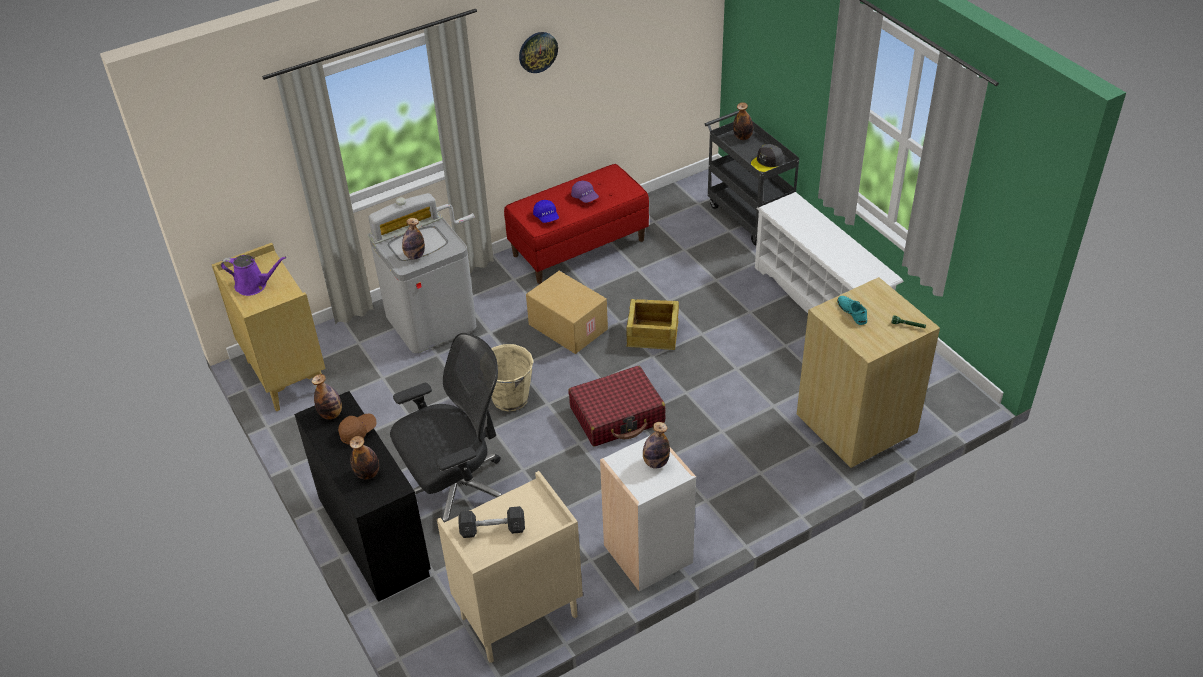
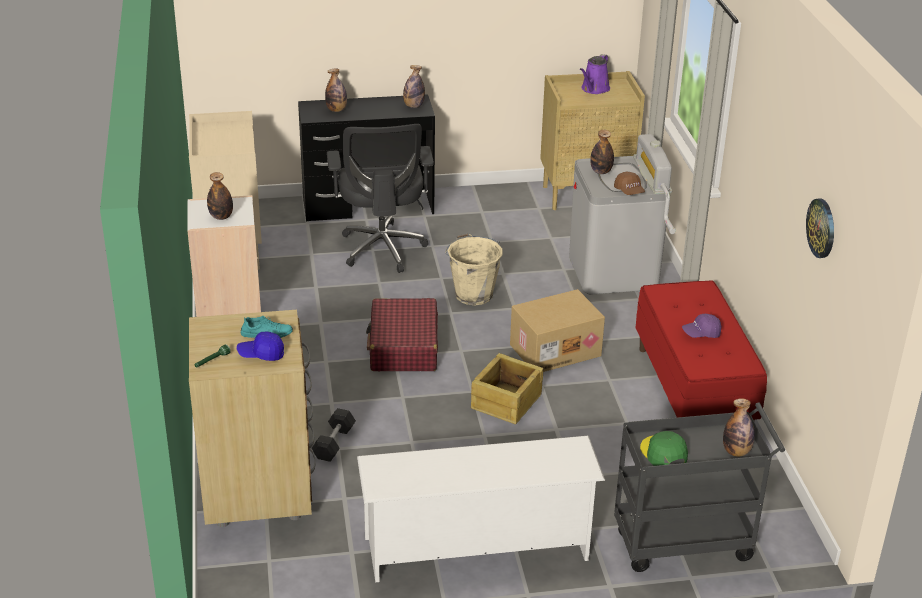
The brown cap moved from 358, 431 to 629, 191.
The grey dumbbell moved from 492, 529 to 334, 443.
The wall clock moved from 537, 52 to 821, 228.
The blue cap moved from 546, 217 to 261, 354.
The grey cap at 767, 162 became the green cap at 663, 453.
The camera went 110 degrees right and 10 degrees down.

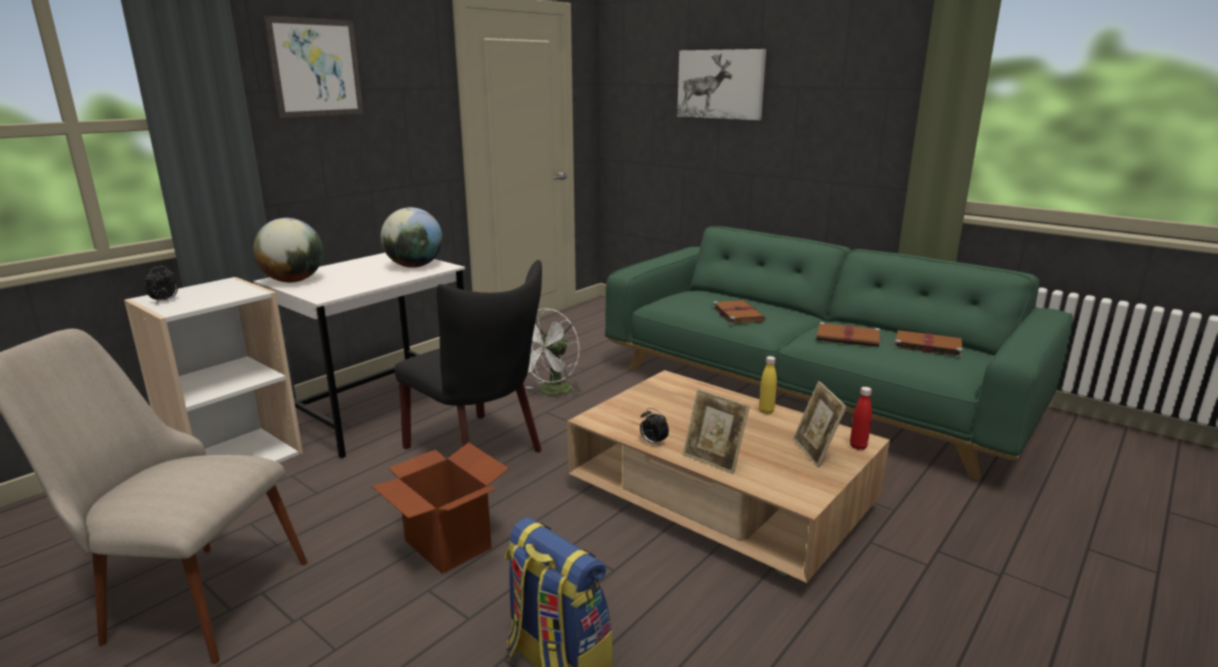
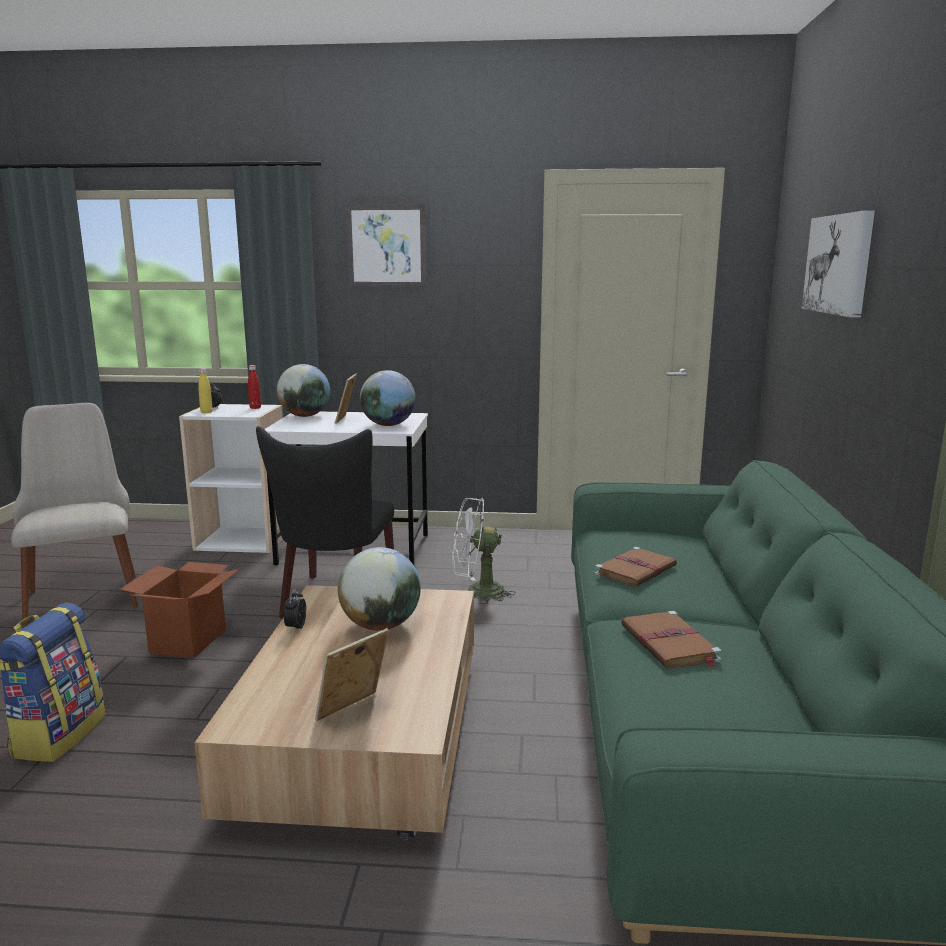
The picture frame moved from 713, 460 to 346, 420.
The yellow bottle moved from 766, 411 to 206, 412.
The red bottle moved from 858, 446 to 255, 408.
The brown book at 926, 345 disappeared.
The globe at 381, 626 appeared.
The camera went 55 degrees right and 5 degrees down.

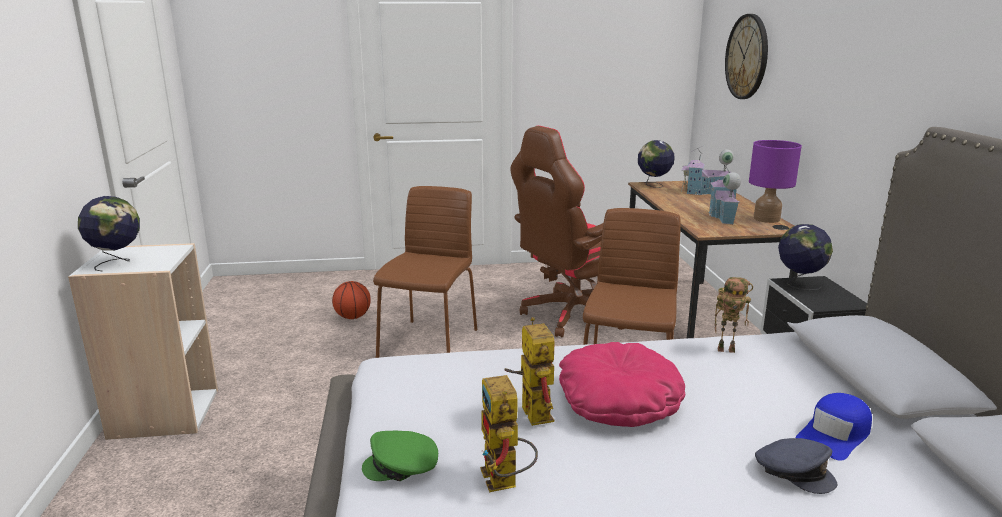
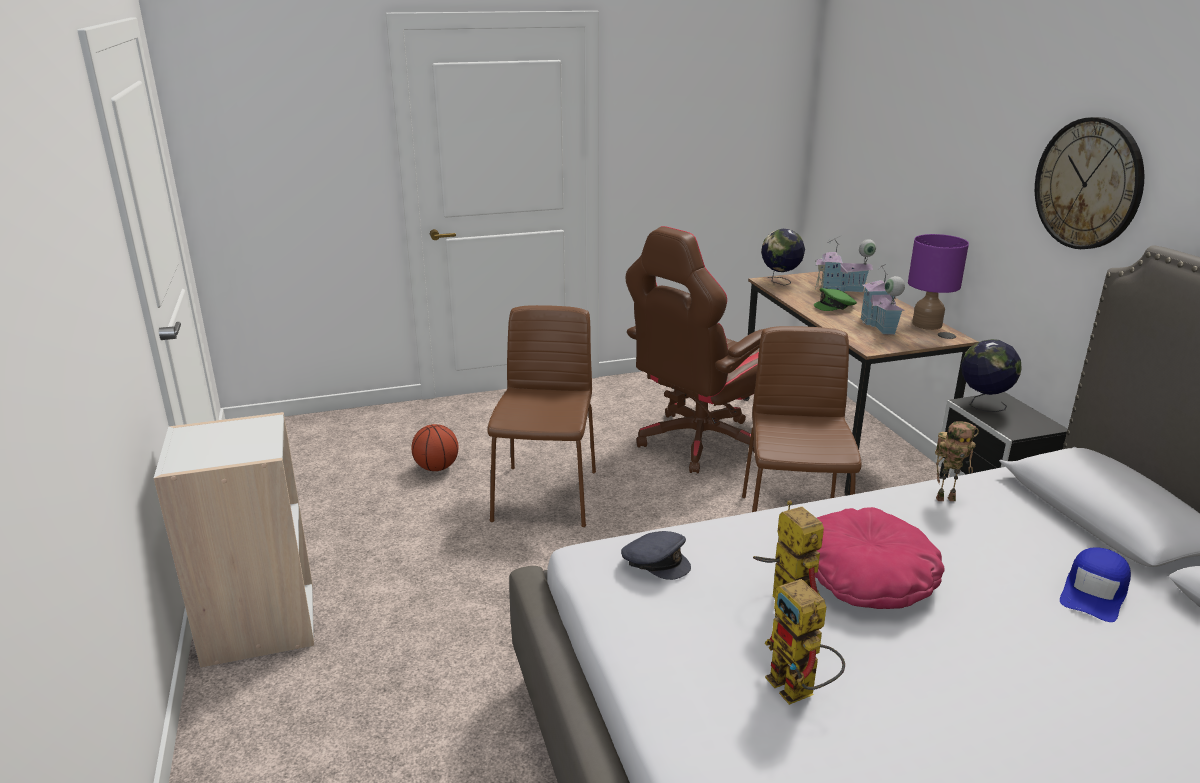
The globe at 117, 263 disappeared.
The green cap moved from 402, 466 to 835, 306.
The wall clock moved from 747, 57 to 1088, 184.
The grey cap moved from 794, 471 to 656, 561.
The camera went 10 degrees left and 5 degrees up.

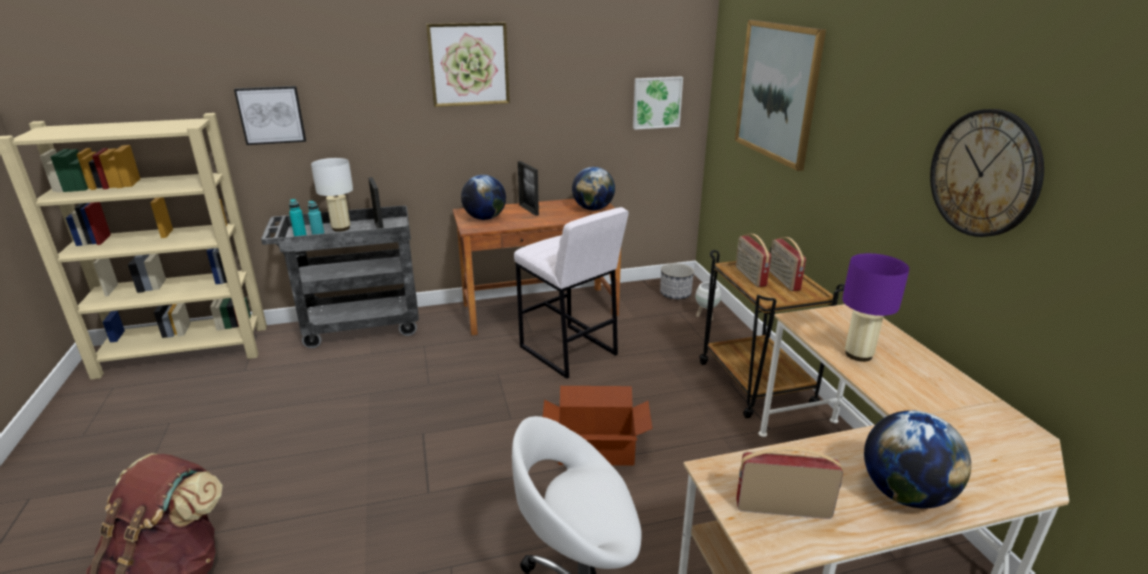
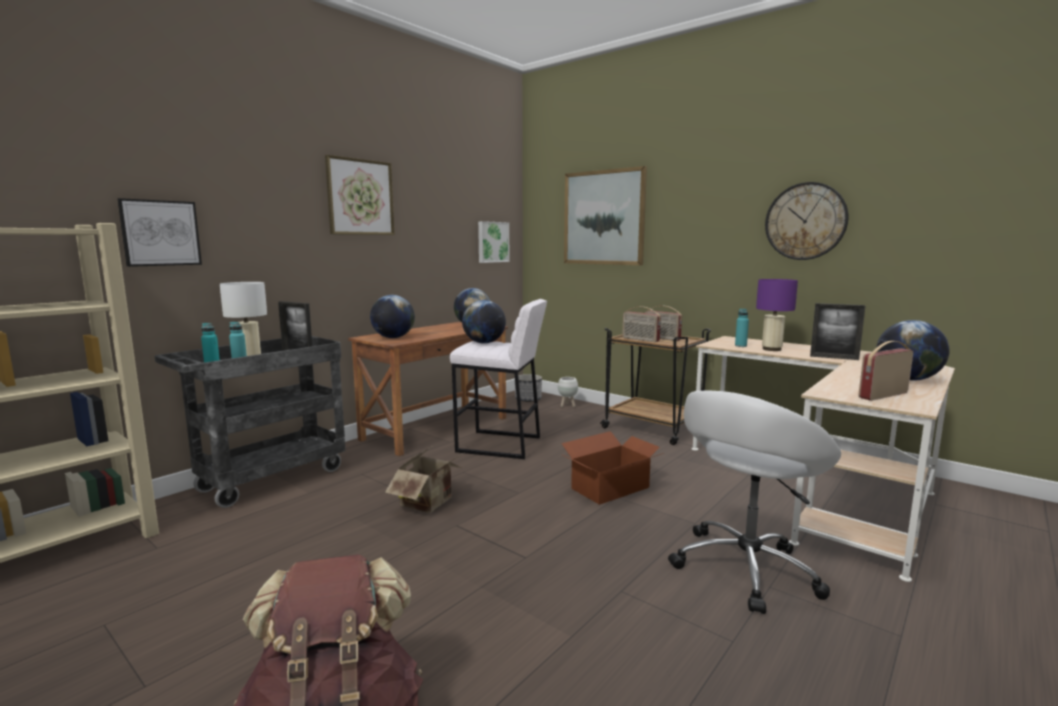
The picture frame moved from 528, 210 to 834, 357.
The cardboard box at 430, 503 appeared.
The globe at 484, 343 appeared.
The turquoise bottle at 740, 346 appeared.
The camera went 35 degrees left and 15 degrees down.

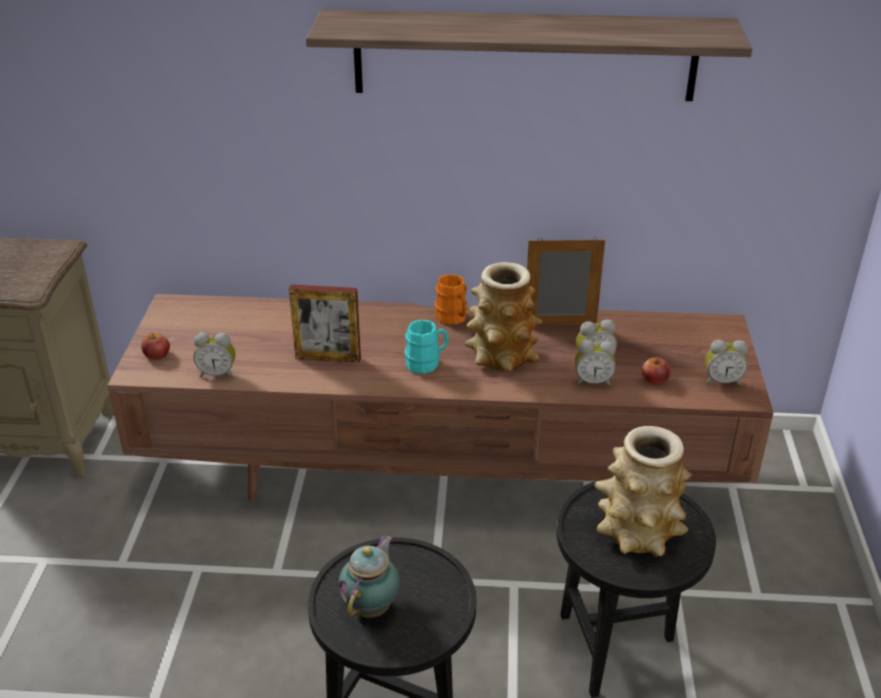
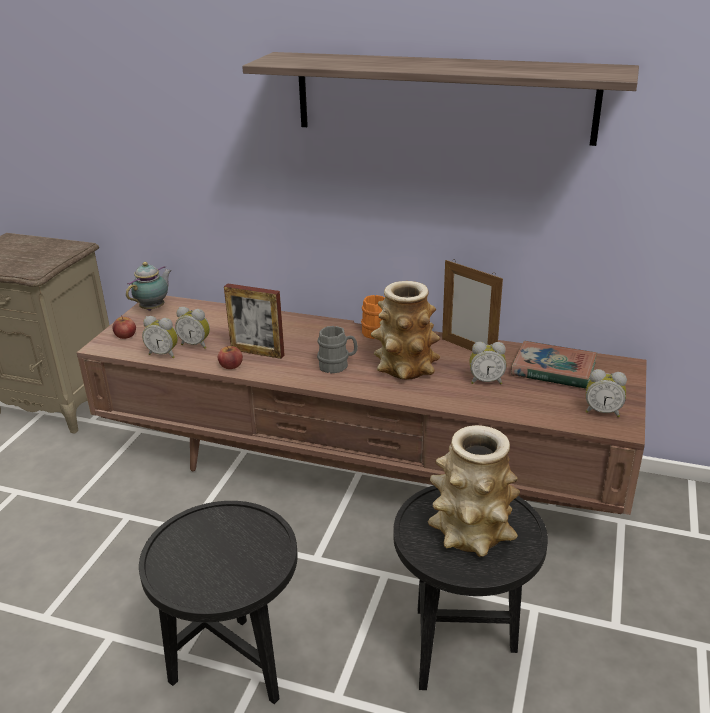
The teapot moved from 372, 605 to 154, 308.
The turquoise mug at 427, 362 became the grey mug at 337, 365.
The picture frame at 560, 325 turned 150 degrees counterclockwise.
The alarm clock moved from 593, 381 to 196, 344.
The apple moved from 654, 379 to 231, 365.
The book at 553, 370 appeared.
The camera went 15 degrees right and 5 degrees down.

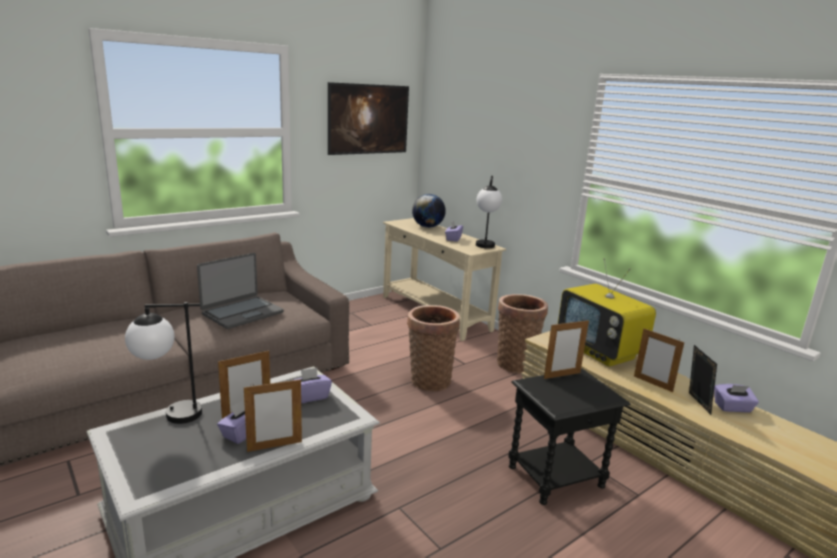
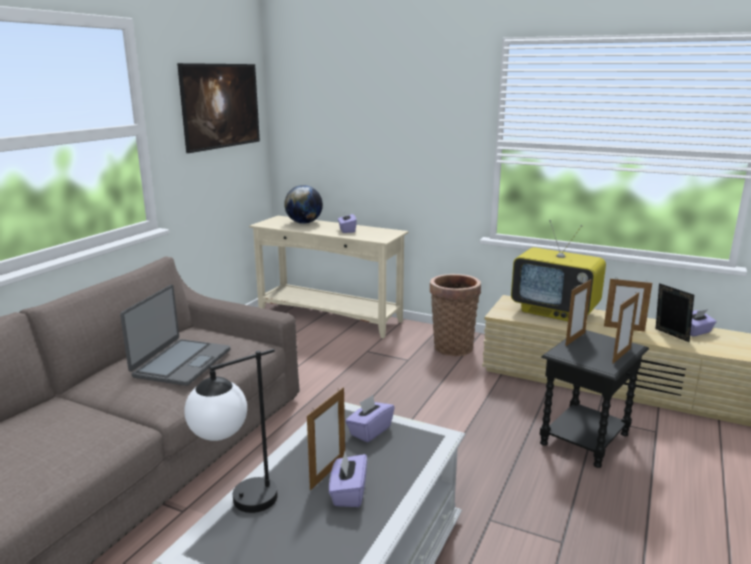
The picture frame moved from 274, 446 to 621, 355.
The basket at 429, 379 disappeared.
The table lamp at 485, 247 disappeared.
The camera went 25 degrees left and 0 degrees up.

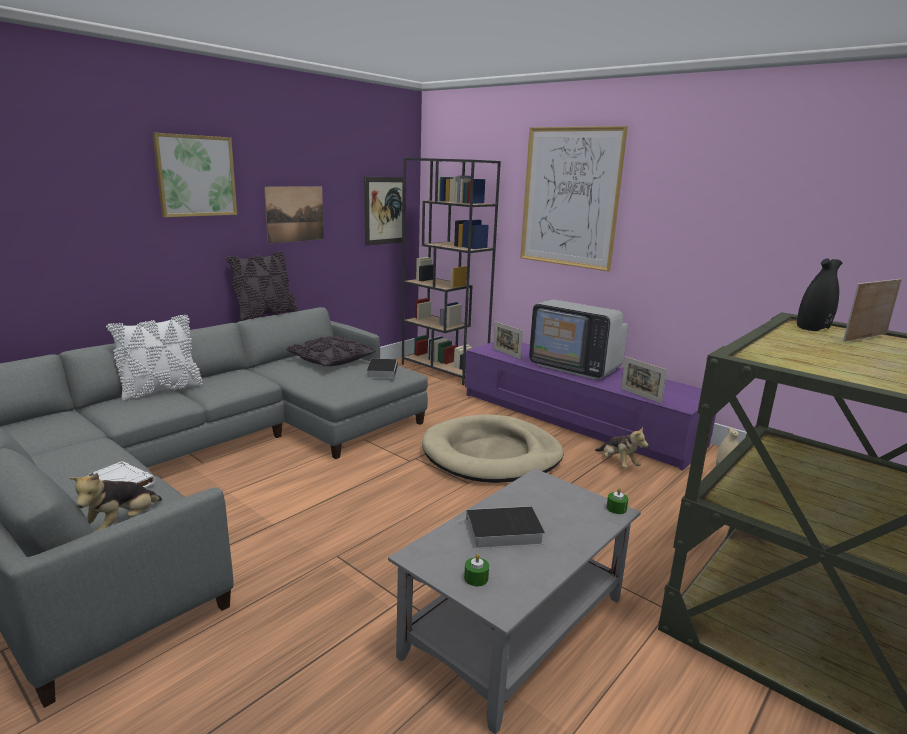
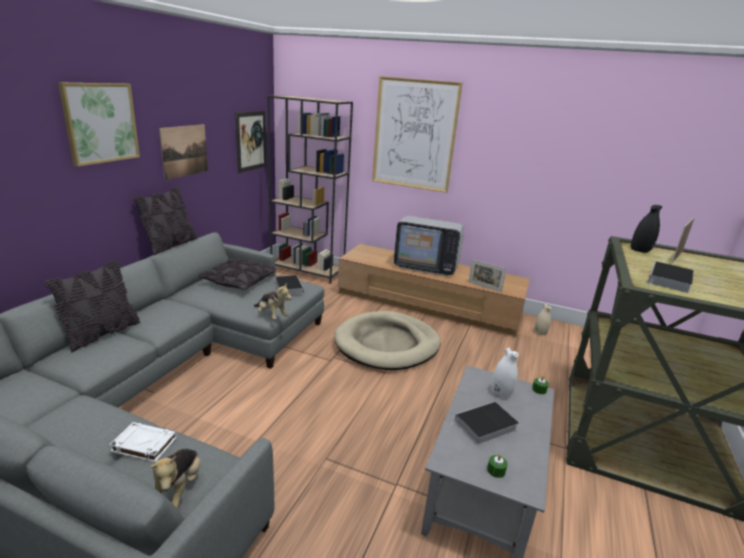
The white pillow at 161, 390 became the black pillow at 101, 333.
The purple tv stand at 577, 419 became the brown tv stand at 428, 304.
The picture frame at 506, 354 disappeared.
The plush toy moved from 618, 463 to 271, 315.
The white vase at 501, 392 appeared.
The book at 669, 281 appeared.
The camera went 20 degrees left and 5 degrees up.

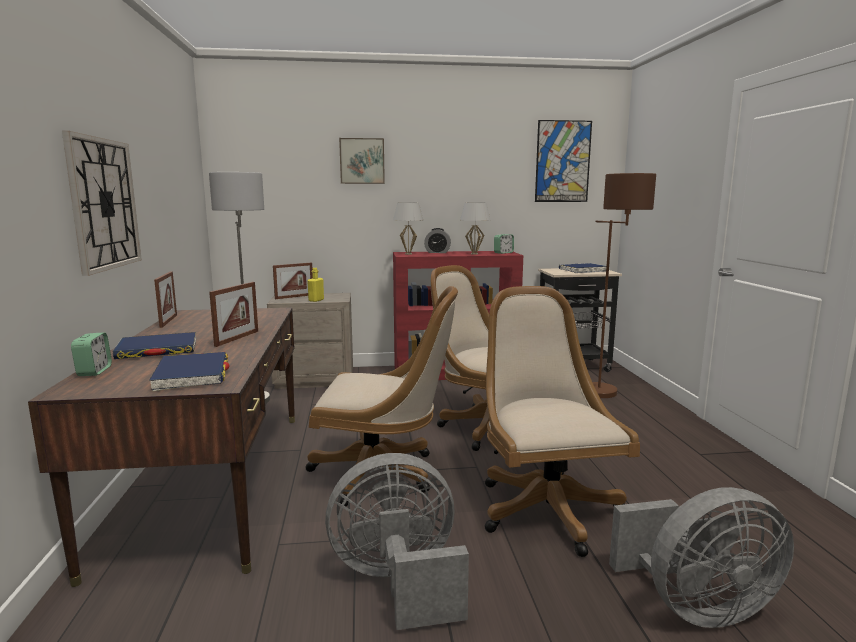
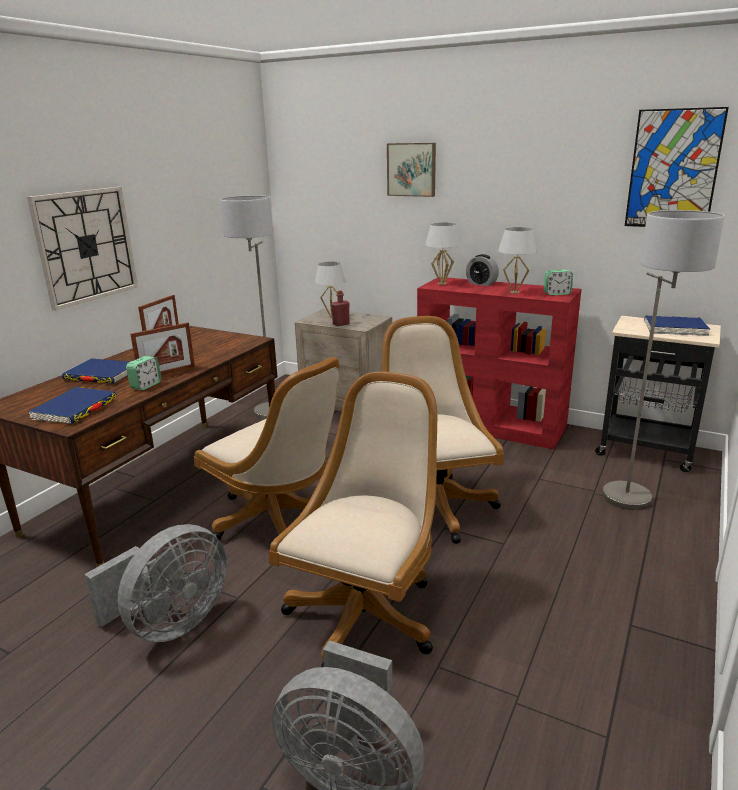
The alarm clock moved from 94, 371 to 146, 385.
The picture frame at 294, 297 was replaced by the white table lamp at 331, 315.
The yellow bottle at 316, 300 became the red bottle at 341, 324.
The grey fan at 398, 582 turned 105 degrees clockwise.
The brown floor lamp at 608, 395 became the grey floor lamp at 633, 505.
The camera went 35 degrees right and 10 degrees up.

